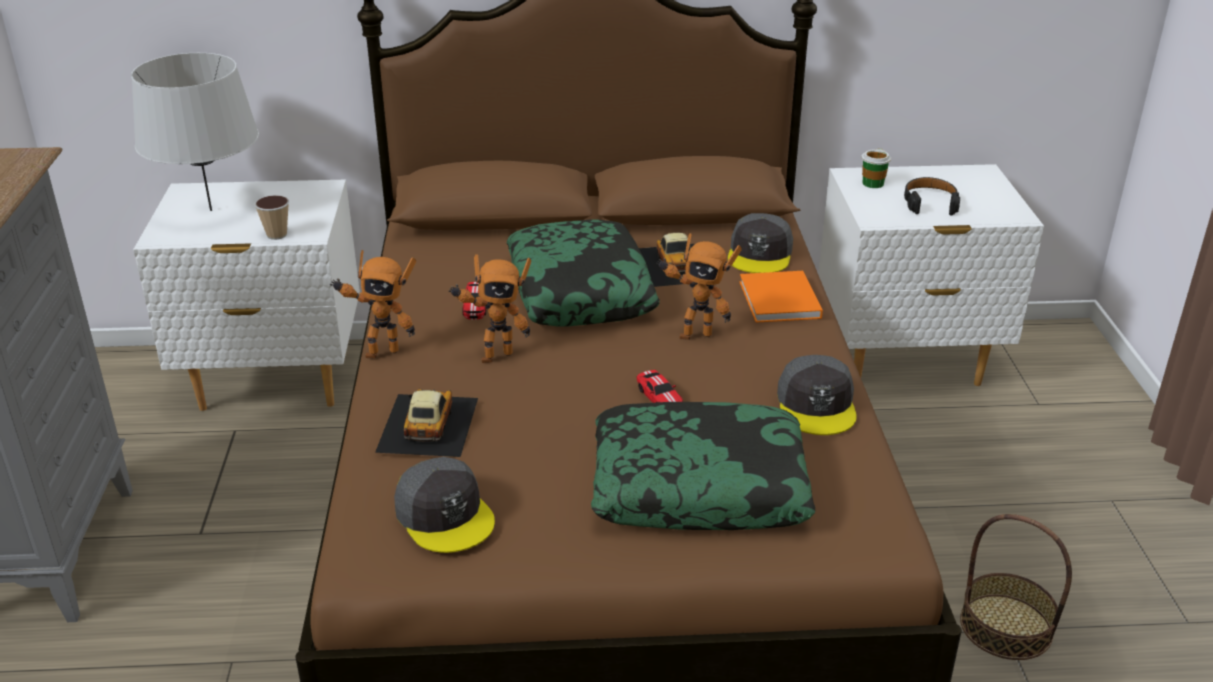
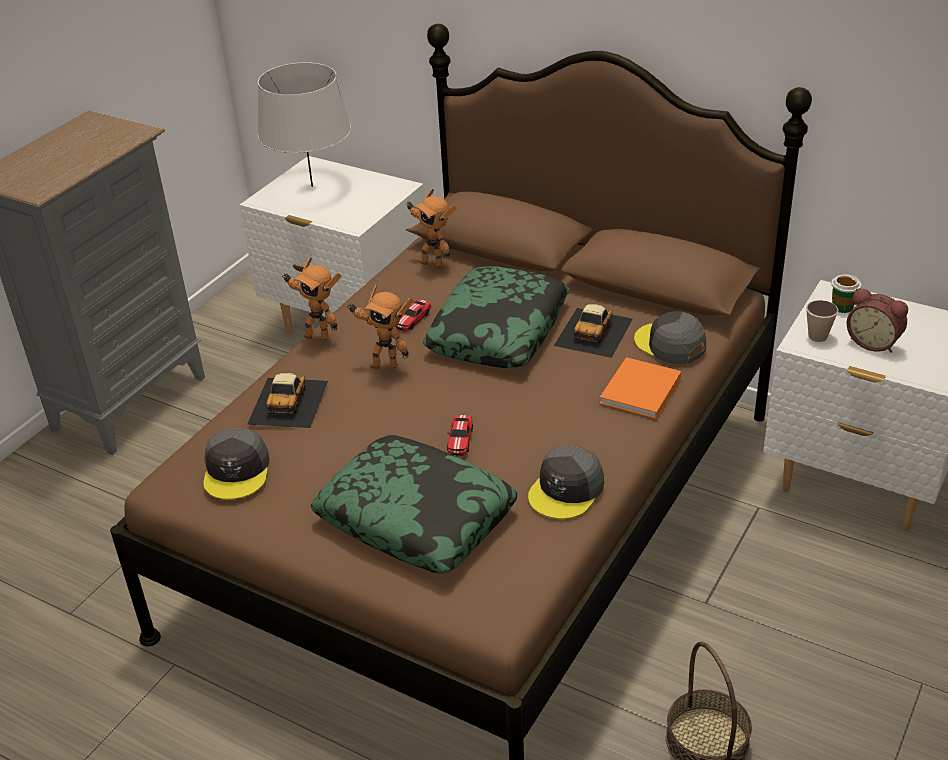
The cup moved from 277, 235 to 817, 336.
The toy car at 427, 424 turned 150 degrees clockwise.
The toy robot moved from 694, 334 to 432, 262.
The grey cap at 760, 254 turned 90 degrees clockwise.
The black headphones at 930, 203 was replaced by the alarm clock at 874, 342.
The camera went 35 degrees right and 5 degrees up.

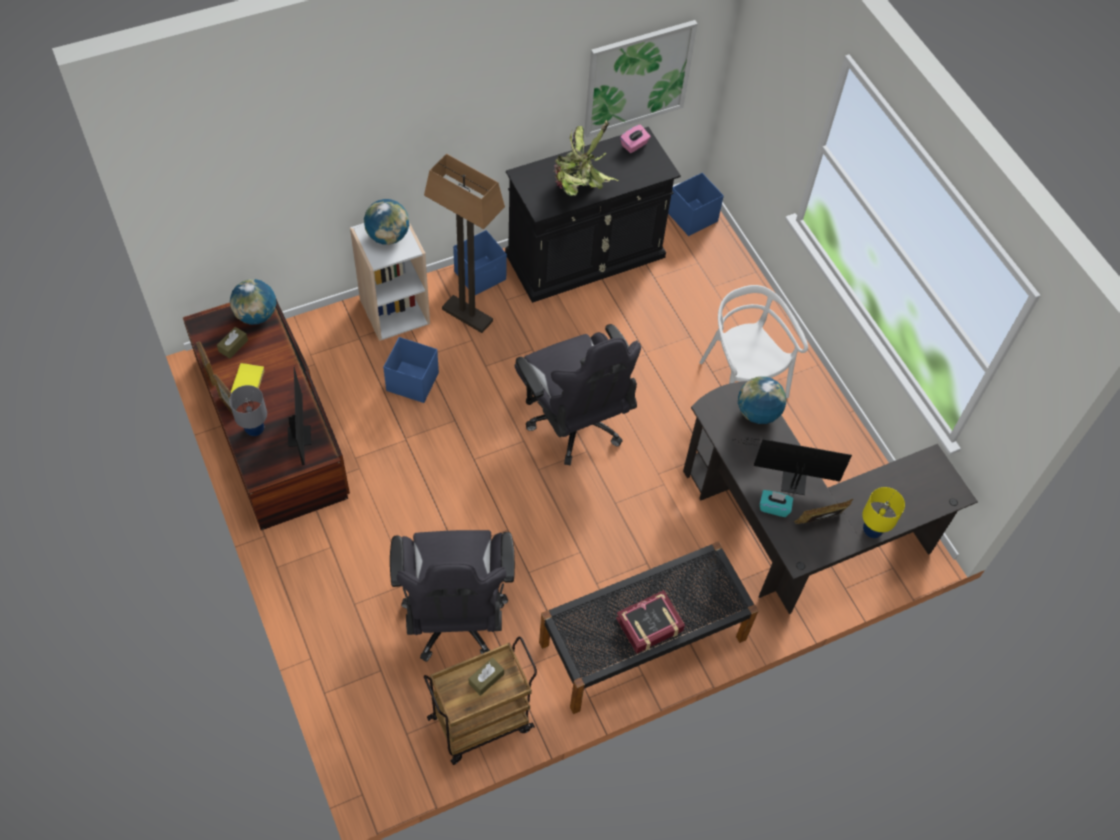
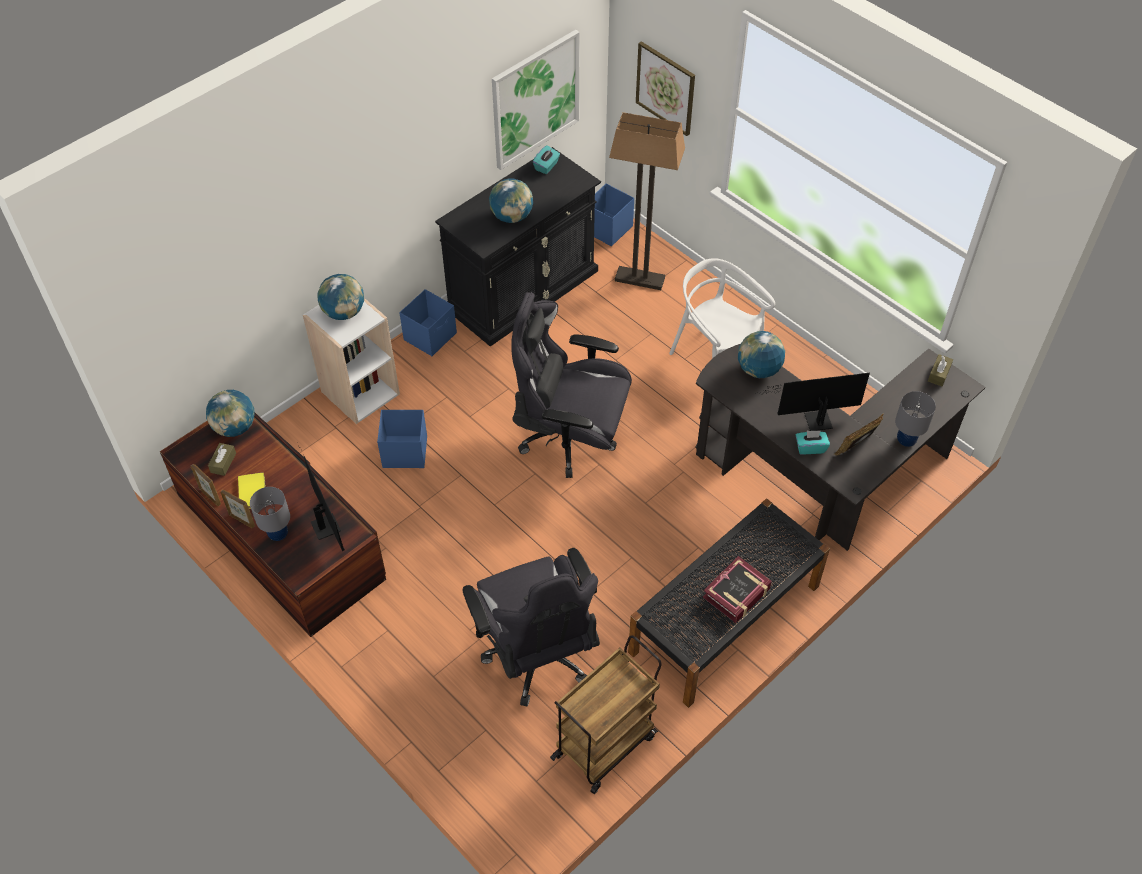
The floor lamp moved from 468, 315 to 640, 279.
The brown tissue box moved from 486, 679 to 939, 374.
The black office chair at 572, 419 turned 150 degrees clockwise.
The potted plant at 579, 187 was replaced by the globe at 512, 217.
The pink tissue box at 634, 145 became the turquoise tissue box at 546, 166.
The yellow table lamp at 871, 532 became the grey table lamp at 906, 441.
The picture at 665, 88 appeared.
The camera went 15 degrees left and 5 degrees down.

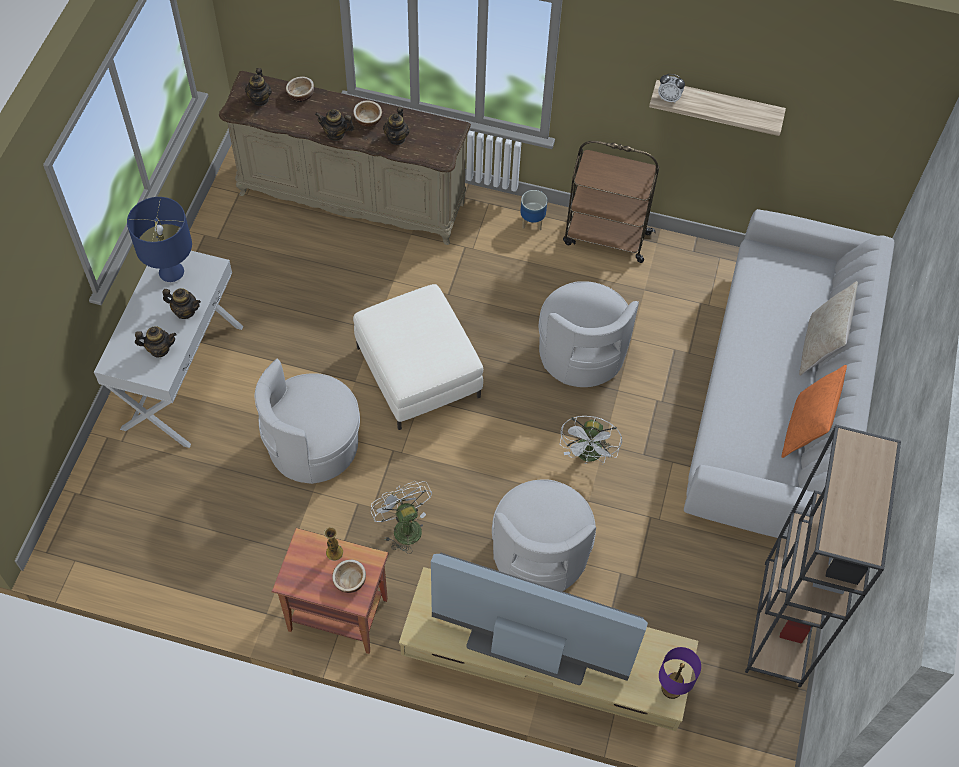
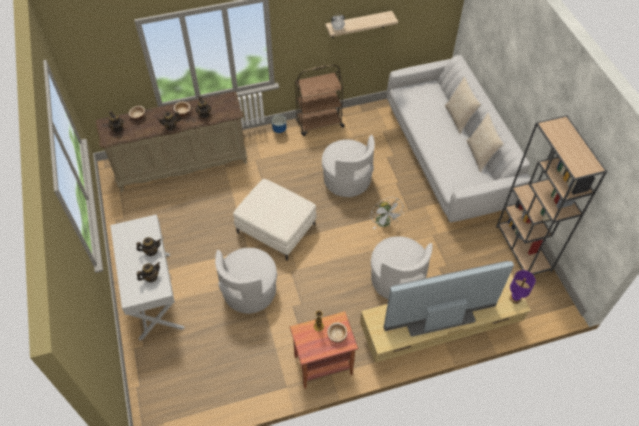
The blue table lamp at 172, 273 disappeared.
The white fan at 403, 527 disappeared.
The orange pillow at 805, 429 became the beige pillow at 480, 155.
The camera went 30 degrees left and 5 degrees down.

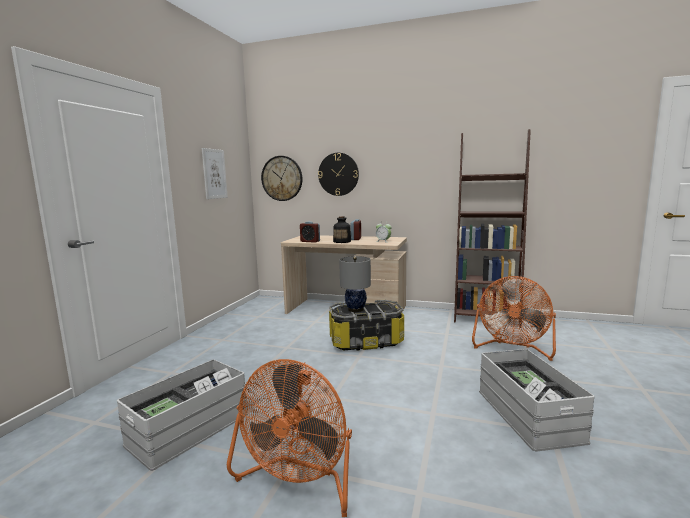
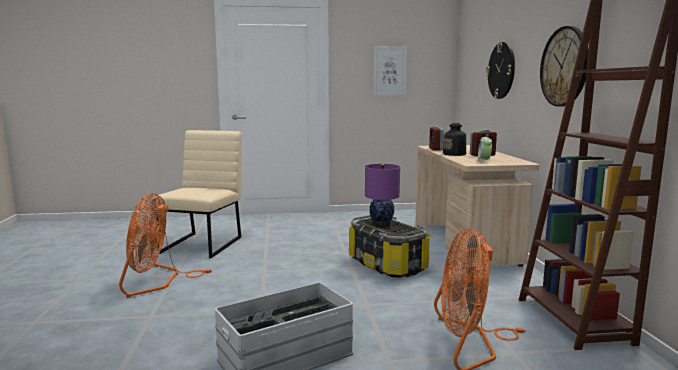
The grey storage box at 188, 428 was replaced by the beige chair at 203, 244.
The wall clock moved from 282, 178 to 564, 67.
The grey table lamp at 355, 309 became the purple table lamp at 381, 223.
The camera went 65 degrees right and 0 degrees up.

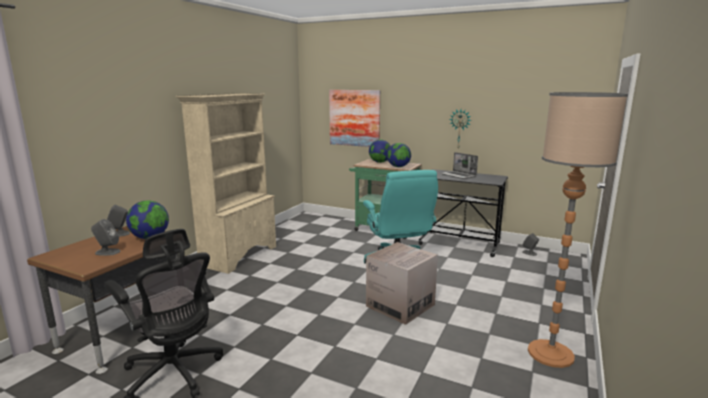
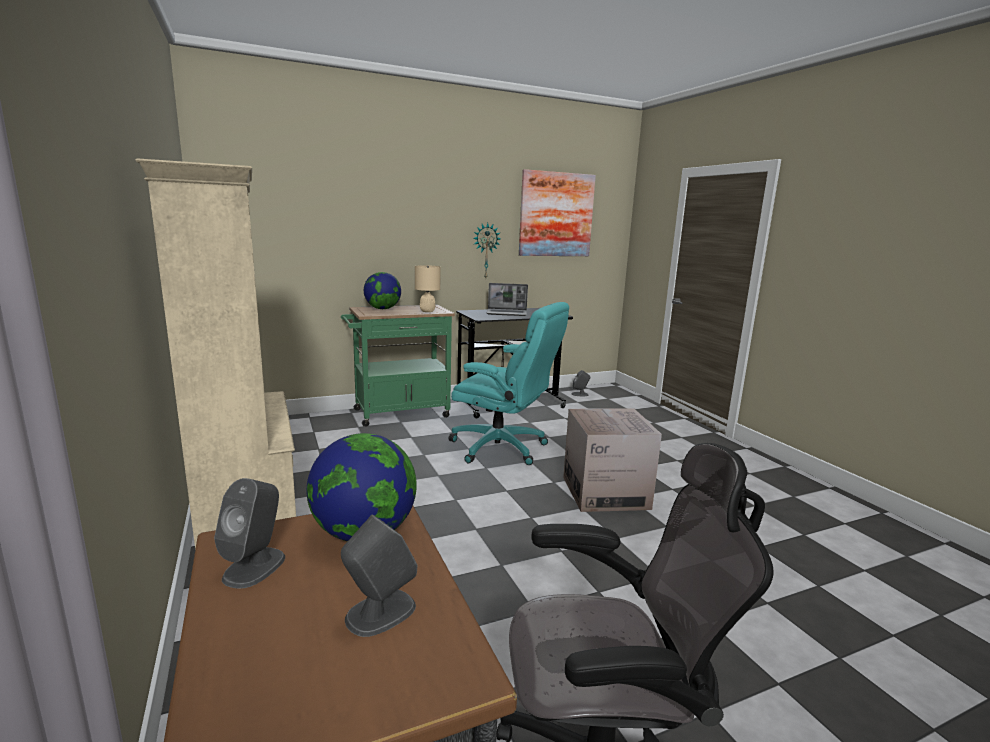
The picture moved from 354, 118 to 556, 214.
The globe at 398, 167 was replaced by the beige table lamp at 427, 311.
The floor lamp at 550, 353 disappeared.
The camera went 50 degrees left and 0 degrees up.

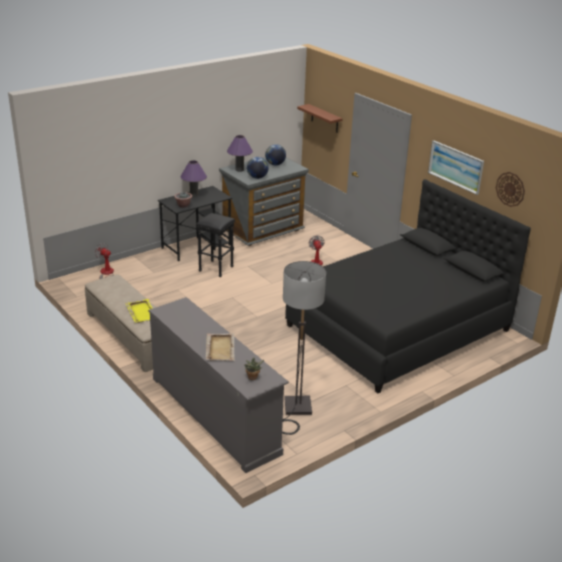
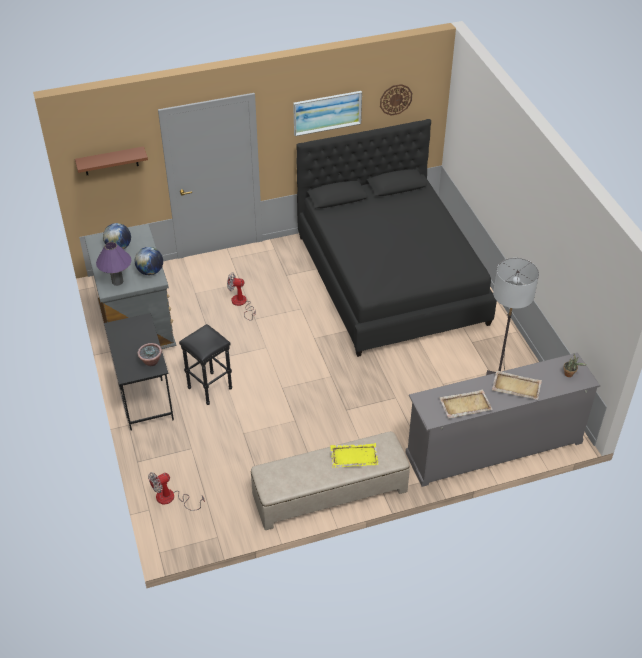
The purple table lamp at 194, 195 disappeared.
The beige tray at 465, 405 appeared.
The camera went 70 degrees left and 15 degrees up.

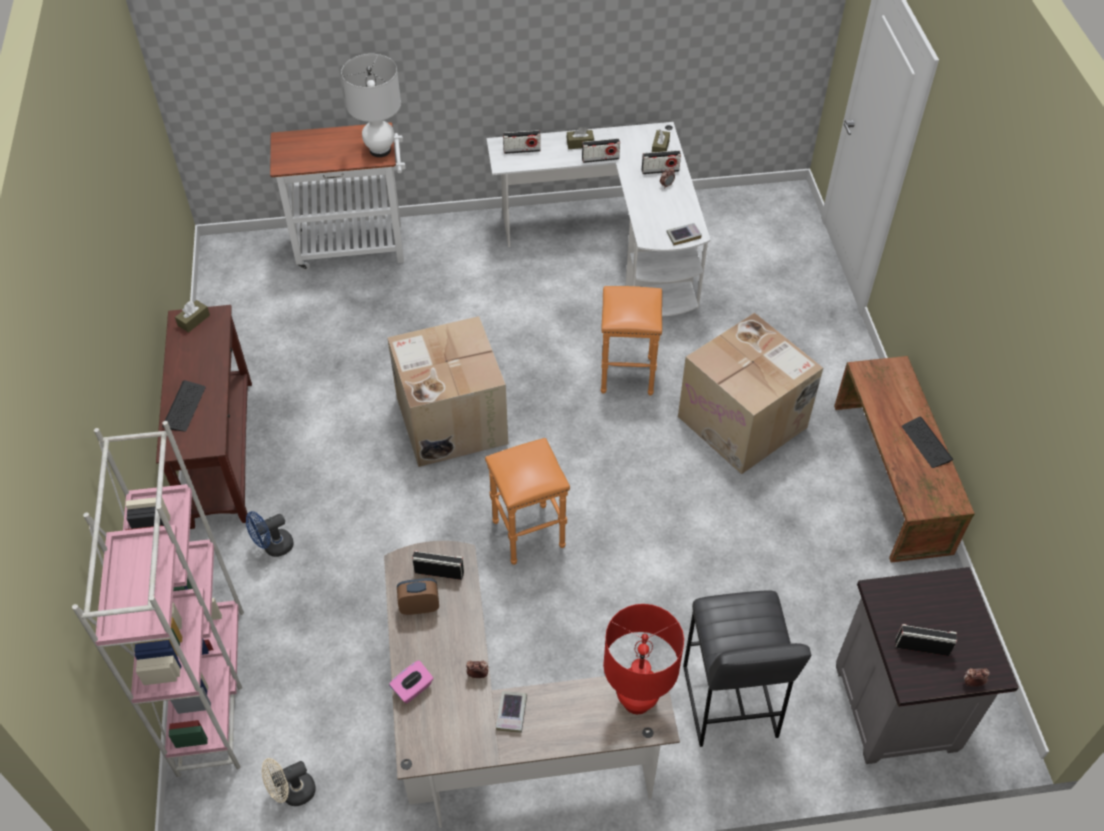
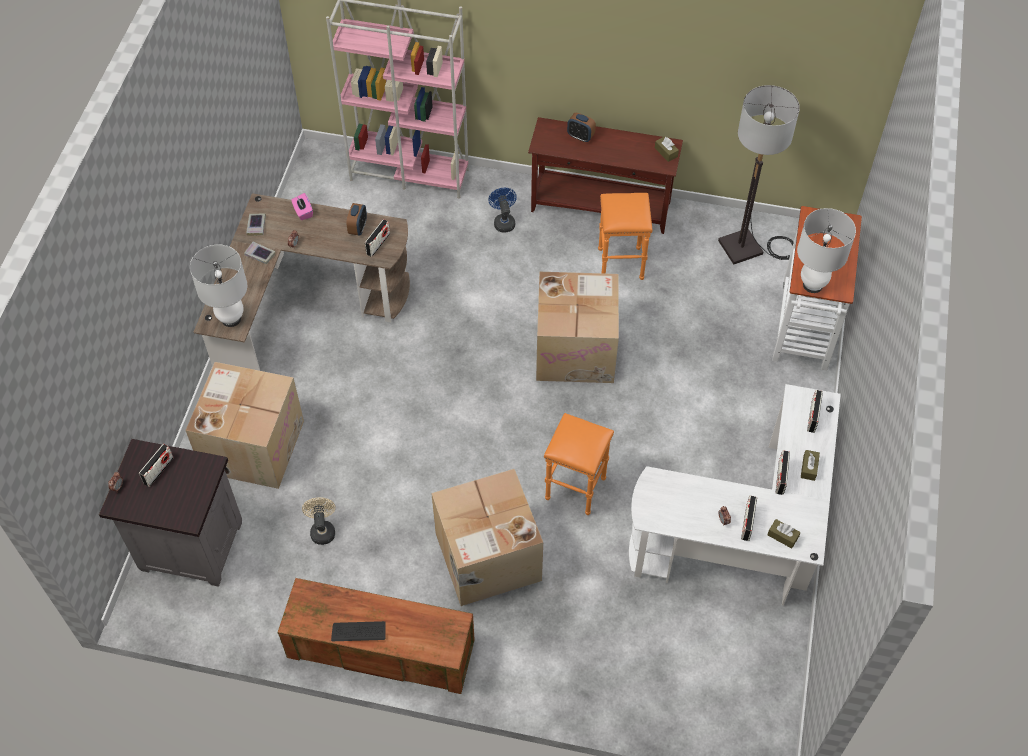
The keyboard at 184, 407 was replaced by the alarm clock at 580, 136.
The beige fan moved from 292, 793 to 322, 529.
The orange stool moved from 529, 532 to 621, 264.
The red table lamp at 636, 700 became the white table lamp at 231, 319.
The book moved from 683, 236 to 256, 226.
The grey stool at 730, 703 was replaced by the cardboard box at 252, 445.
The floor lamp at 752, 248 appeared.
The camera went 110 degrees right and 5 degrees up.

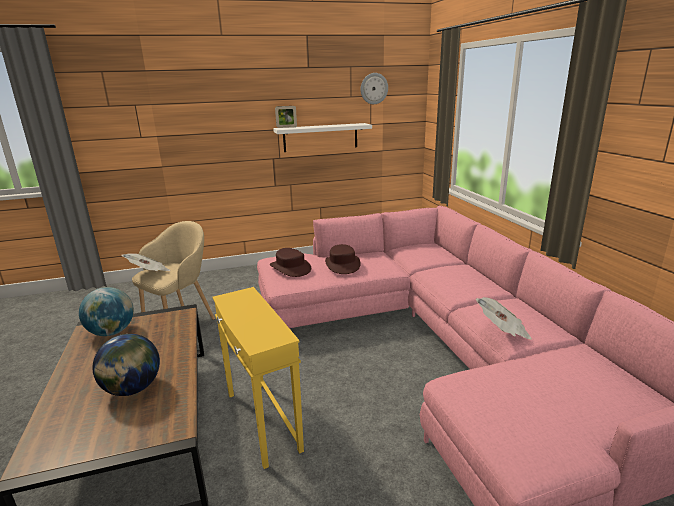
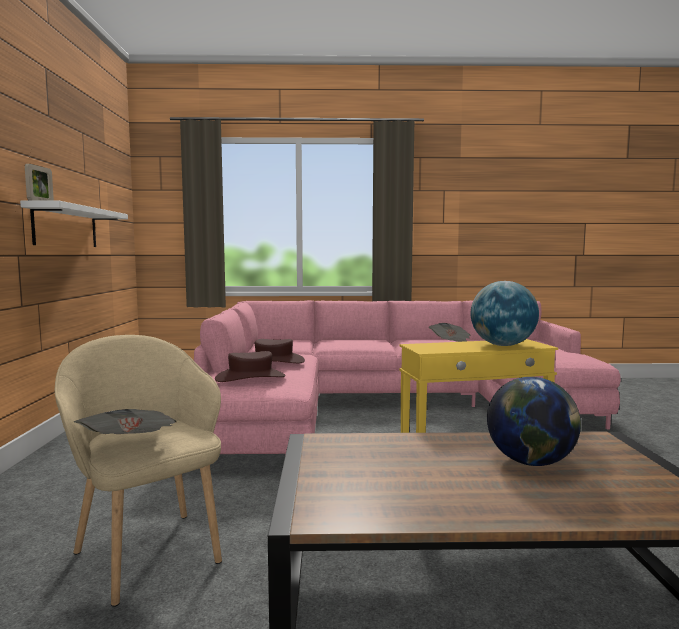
The globe moved from 112, 332 to 502, 345.
The wall clock at 374, 88 disappeared.
The camera went 75 degrees left and 15 degrees down.

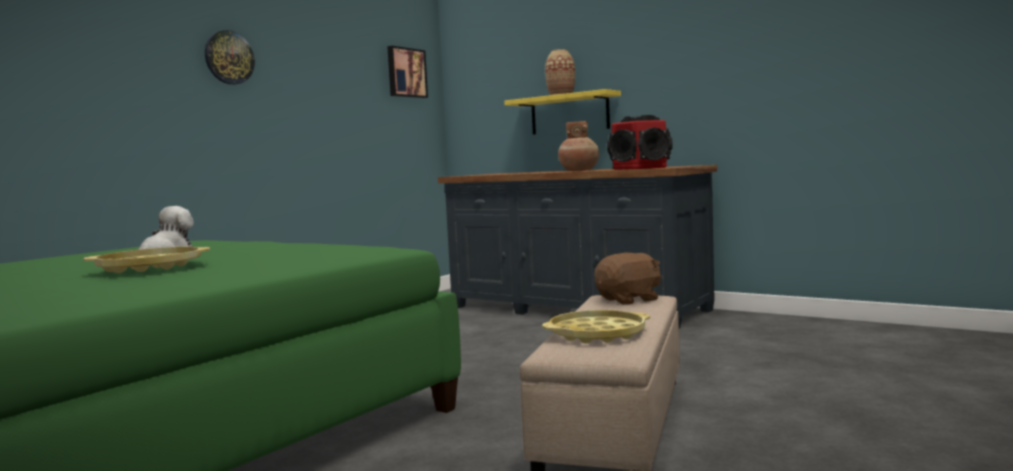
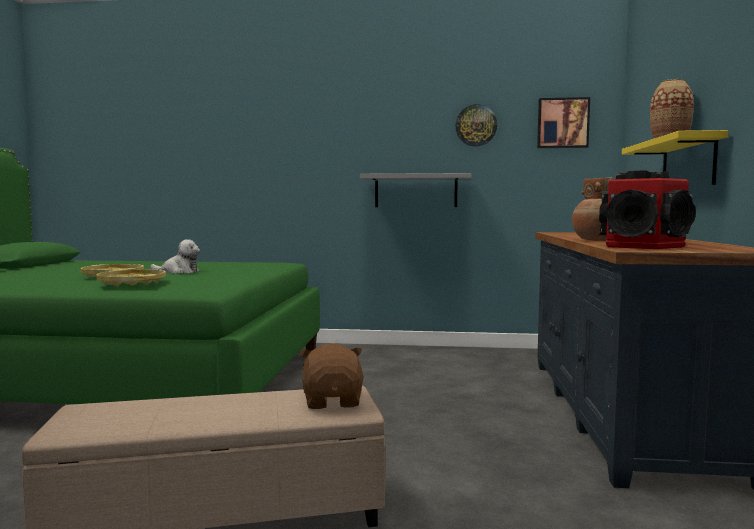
The wall clock moved from 229, 57 to 476, 125.
The yellow tray moved from 597, 334 to 132, 282.
The brown plush toy at 629, 300 turned 135 degrees counterclockwise.
The grey shelf at 416, 191 appeared.
The camera went 60 degrees right and 0 degrees up.

